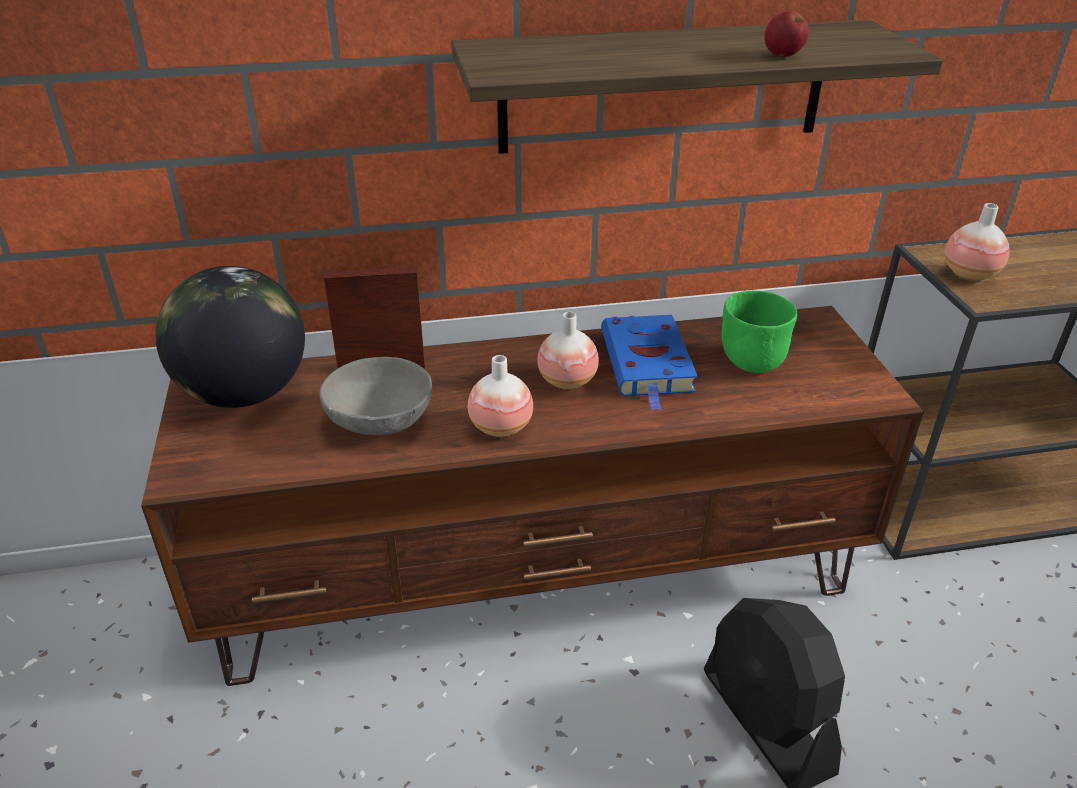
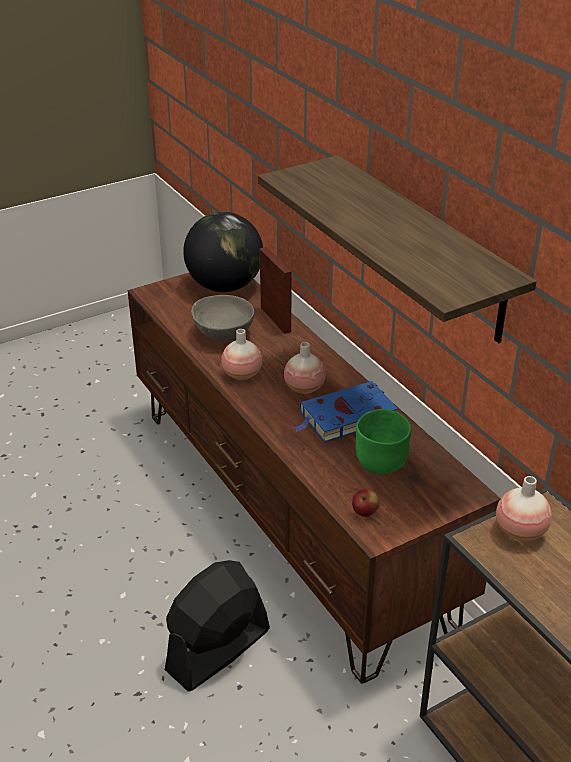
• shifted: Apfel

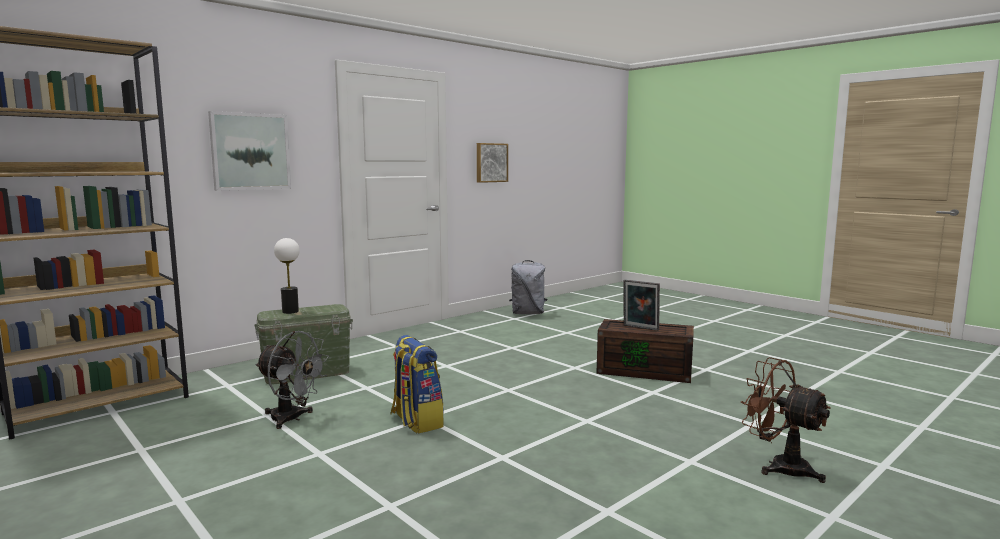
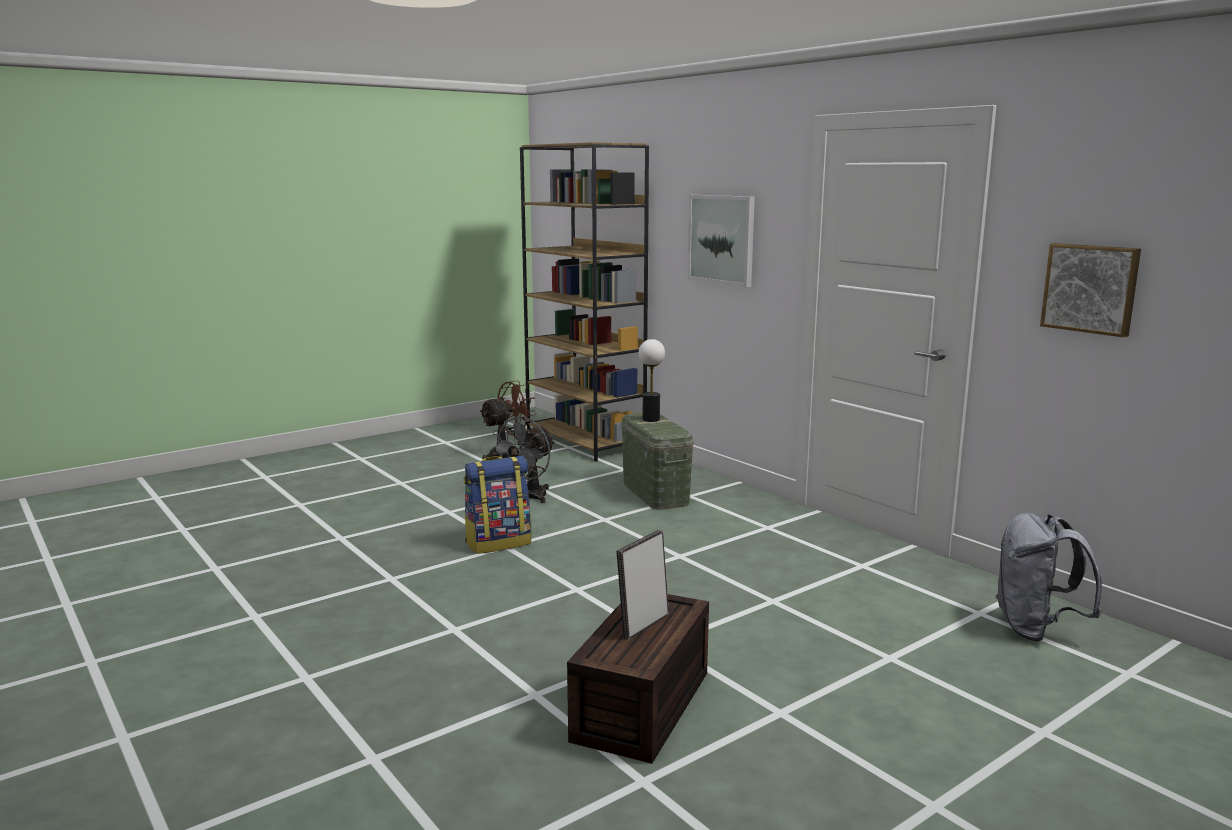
• shifted: Ventilator/braun

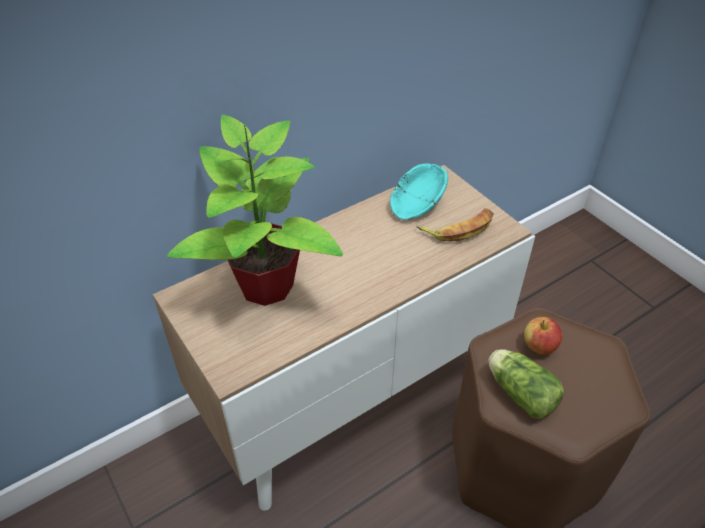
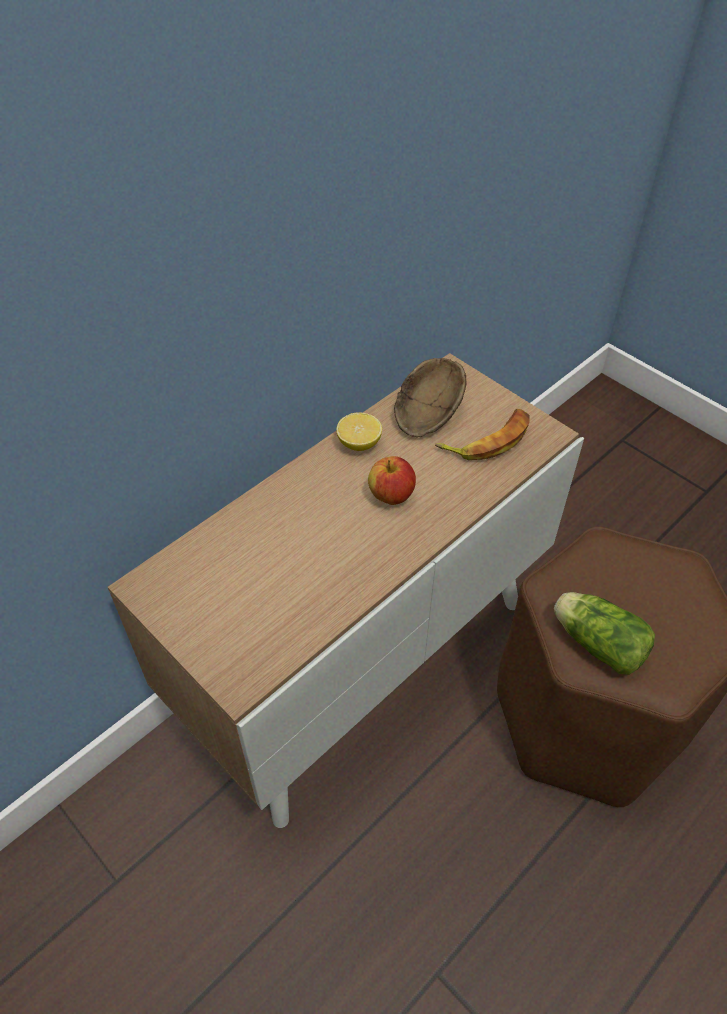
• new: Zitrone
• shifted: Apfel
• repainted: Schüssel/türkis to Schüssel/braun
• gone: Topfpflanze

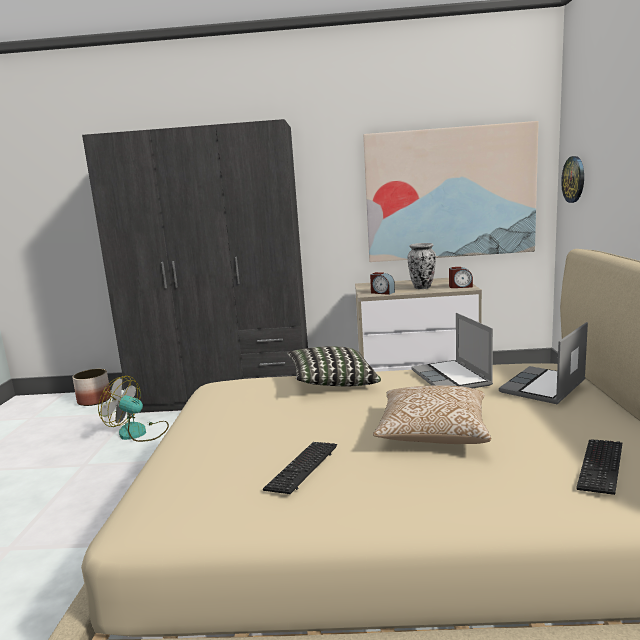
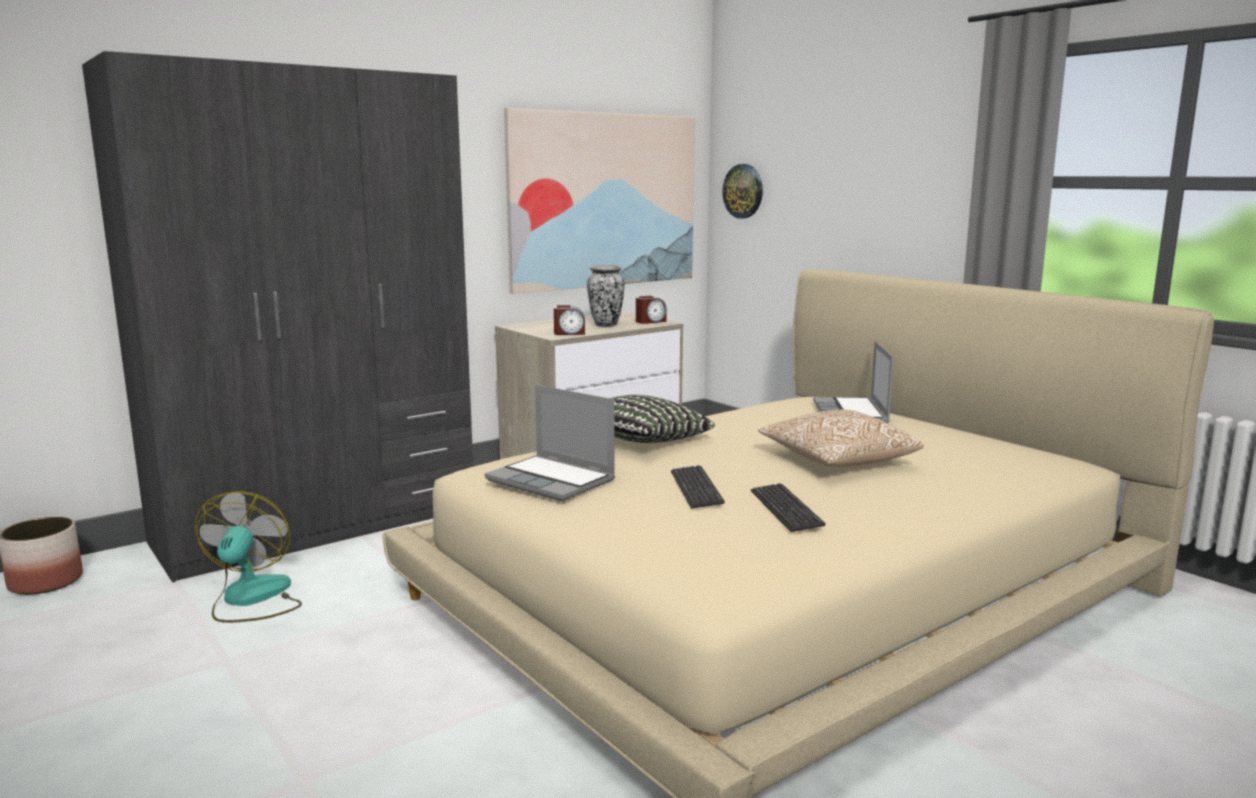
• rotated: Ventilator 105 degrees clockwise
• shifted: Laptop (no. 1 from left)
• shifted: Tastatur (no. 2 from left in the first image) to Tastatur (no. 1 from left)

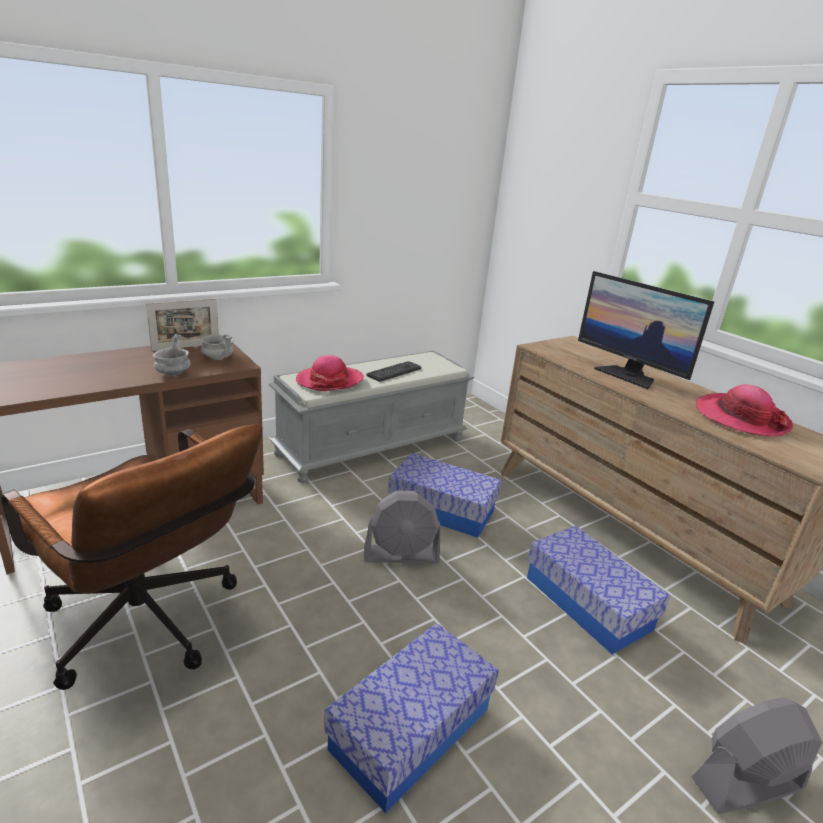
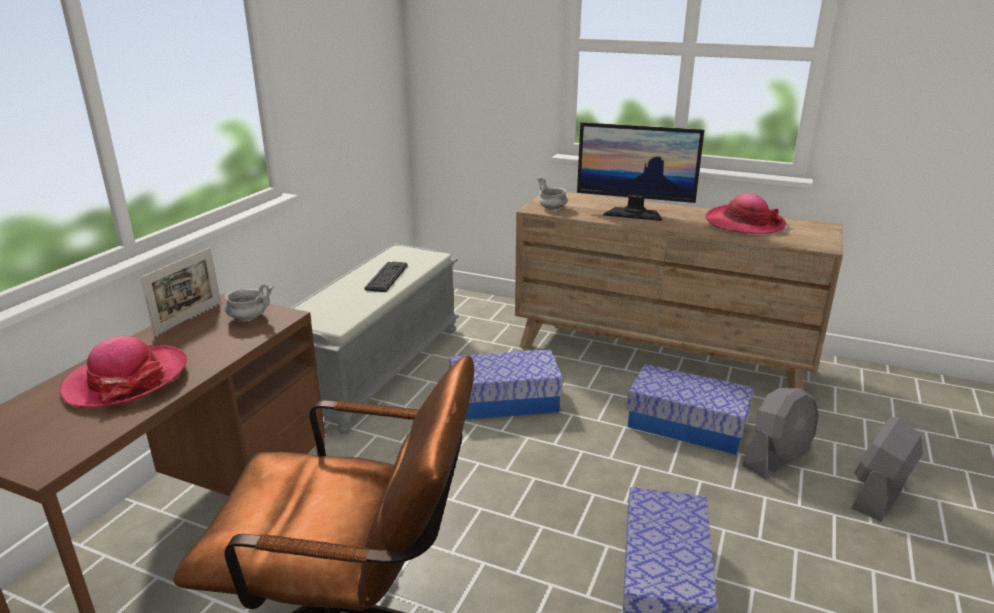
• shifted: Hut (no. 1 from left)
• shifted: Schüssel/grau (no. 1 from left in the first image) to Schüssel/grau (no. 2 from left)
• shifted: Ventilator/grau (no. 1 from left)

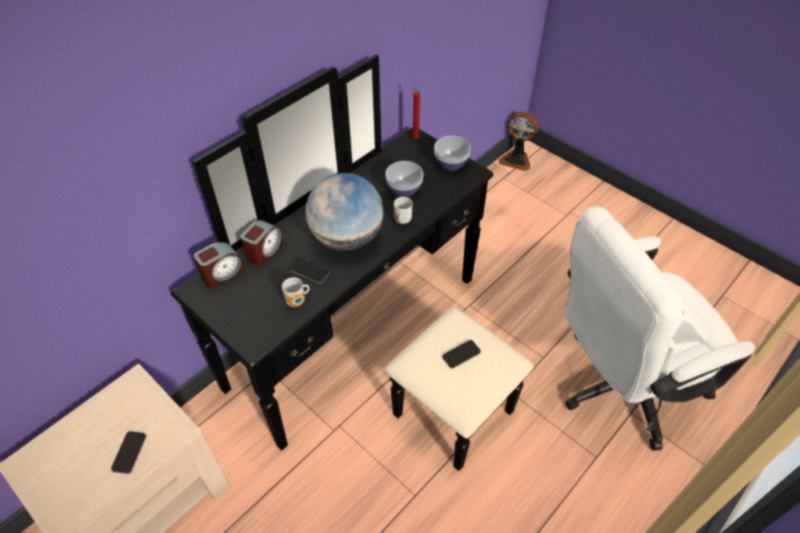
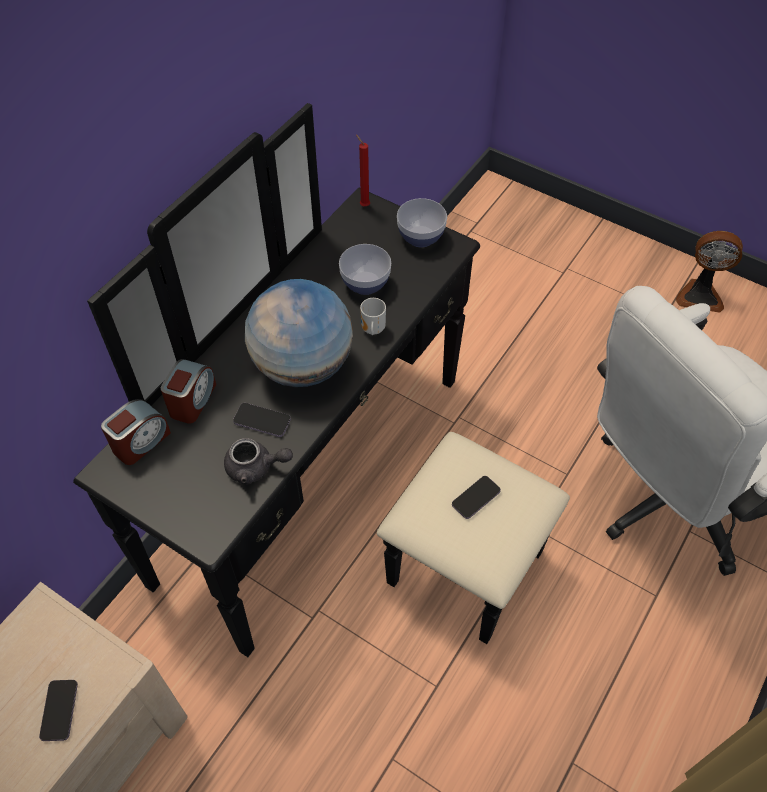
• swapped: Henkelbecher (no. 1 from left) to Teekanne/grau
• shifted: Ventilator

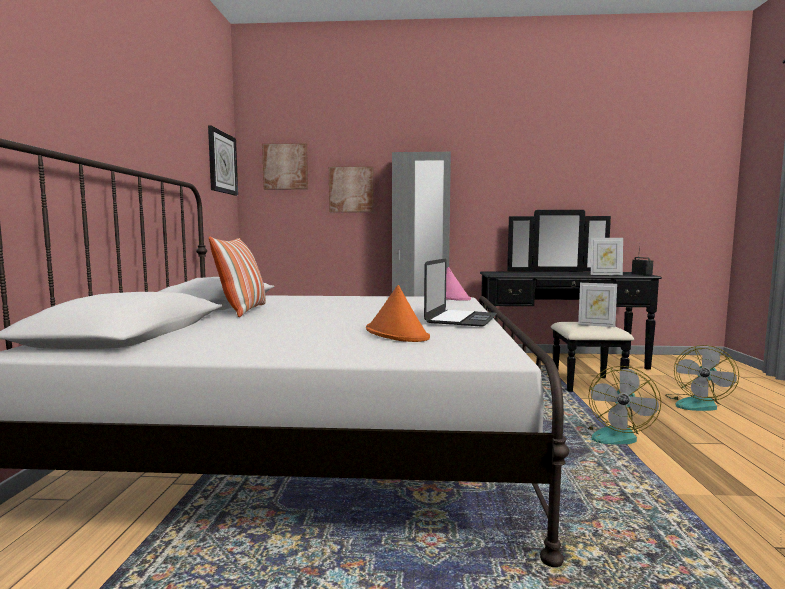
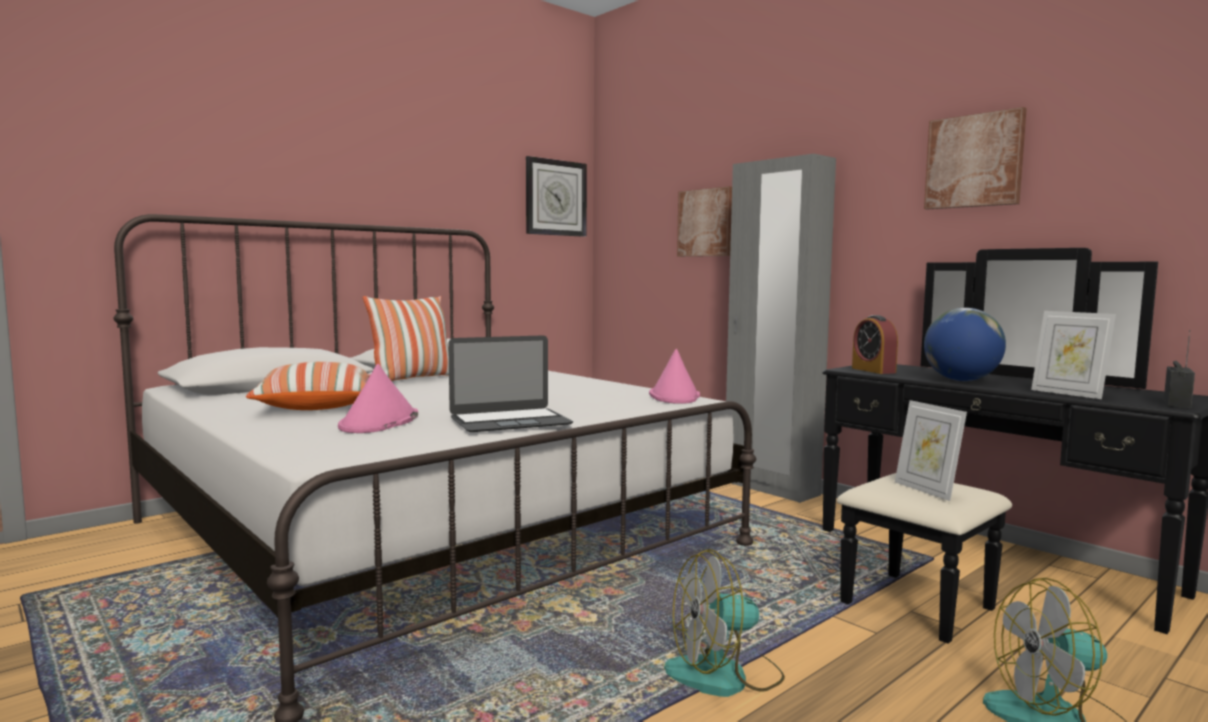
• new: Kissen (no. 1 from left)
• repainted: Hut/orange to Hut/rosa (no. 1 from left)
• new: Wecker
• shifted: Bild (no. 1 from left in the first image) to Bild (no. 2 from left)
• new: Globus

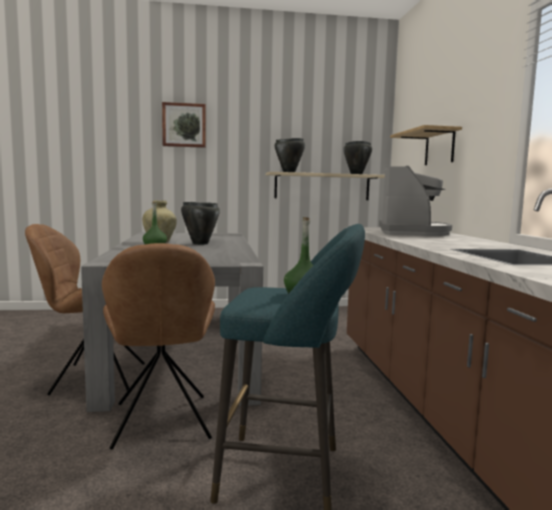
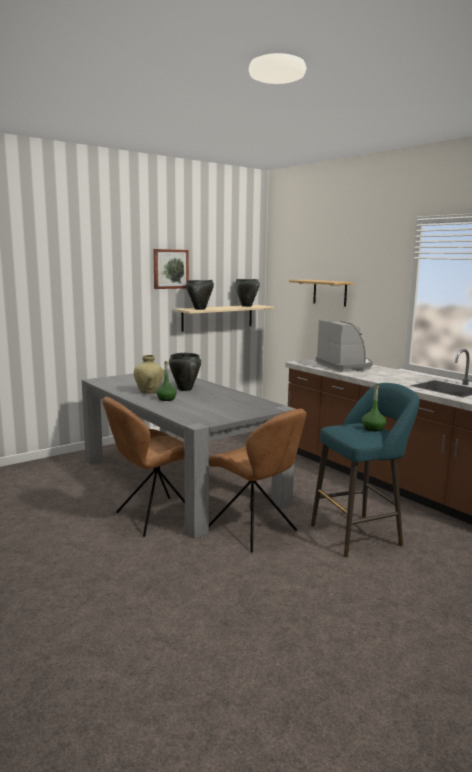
• shifted: Bild

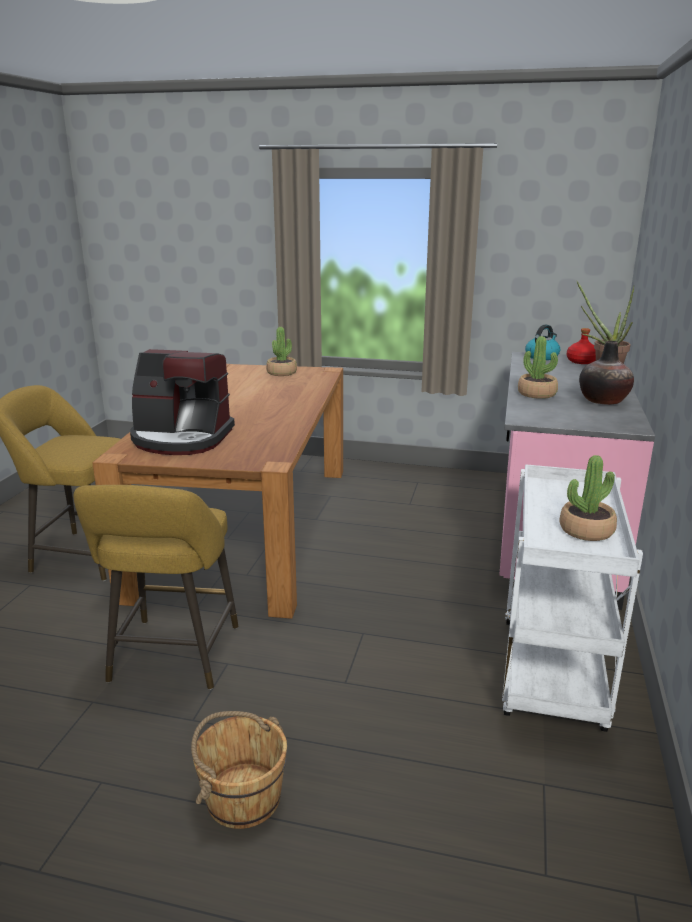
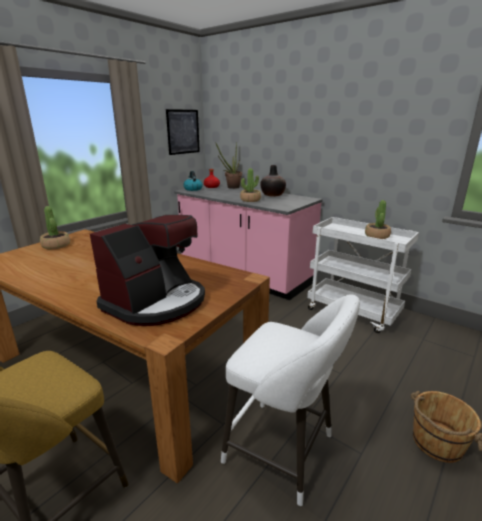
• new: Bild
• repainted: Hocker/gelb (no. 2 from left) to Hocker/weiß

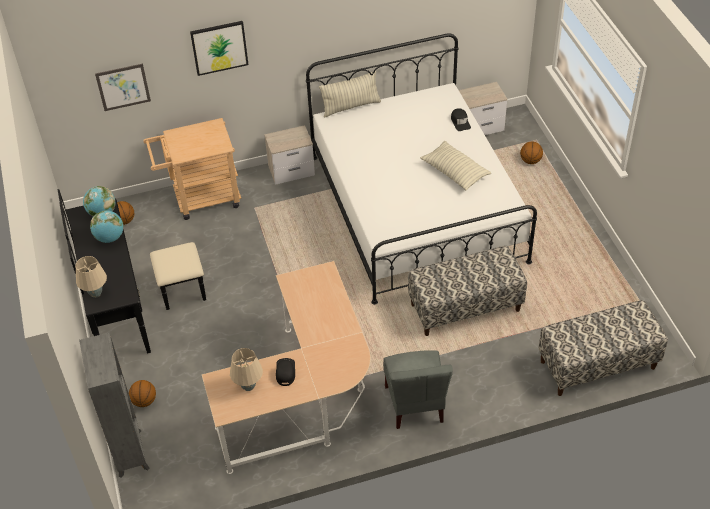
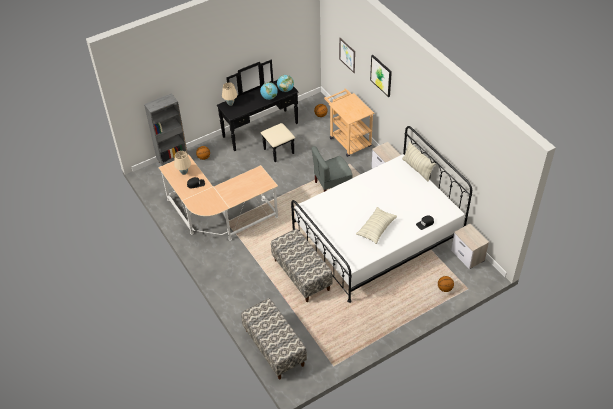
• shifted: Stuhl/grau

